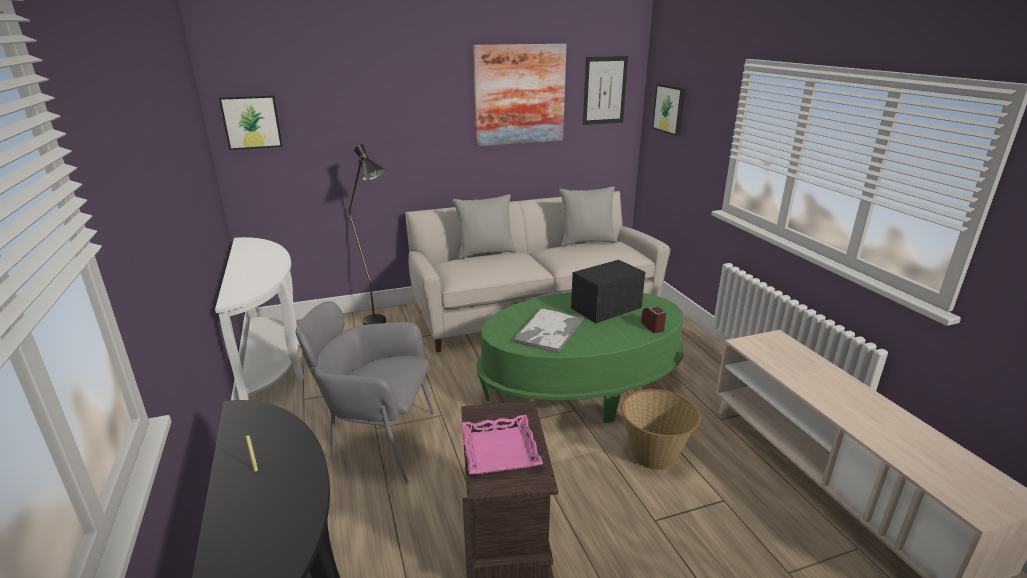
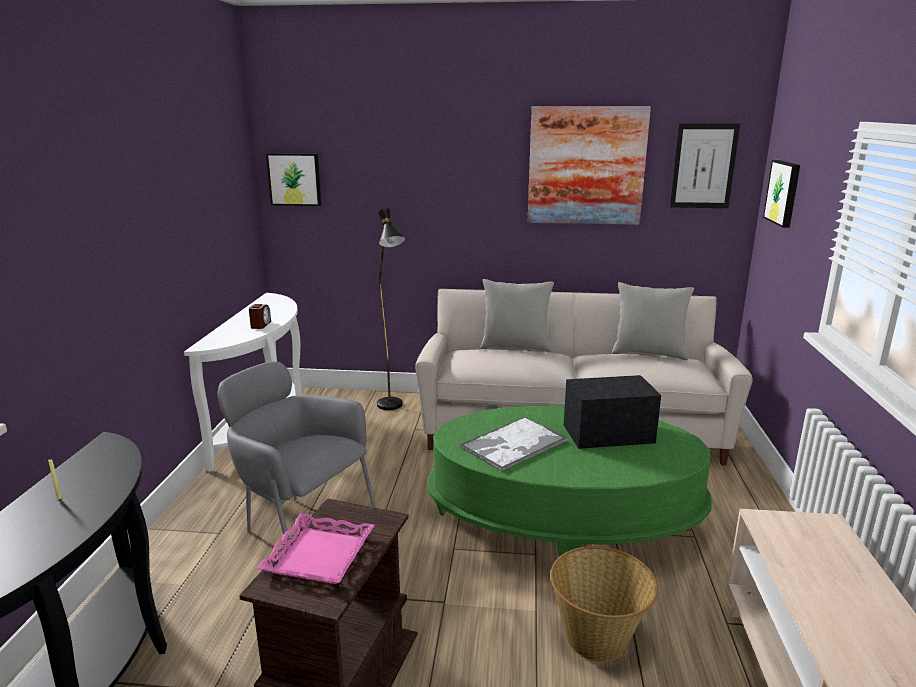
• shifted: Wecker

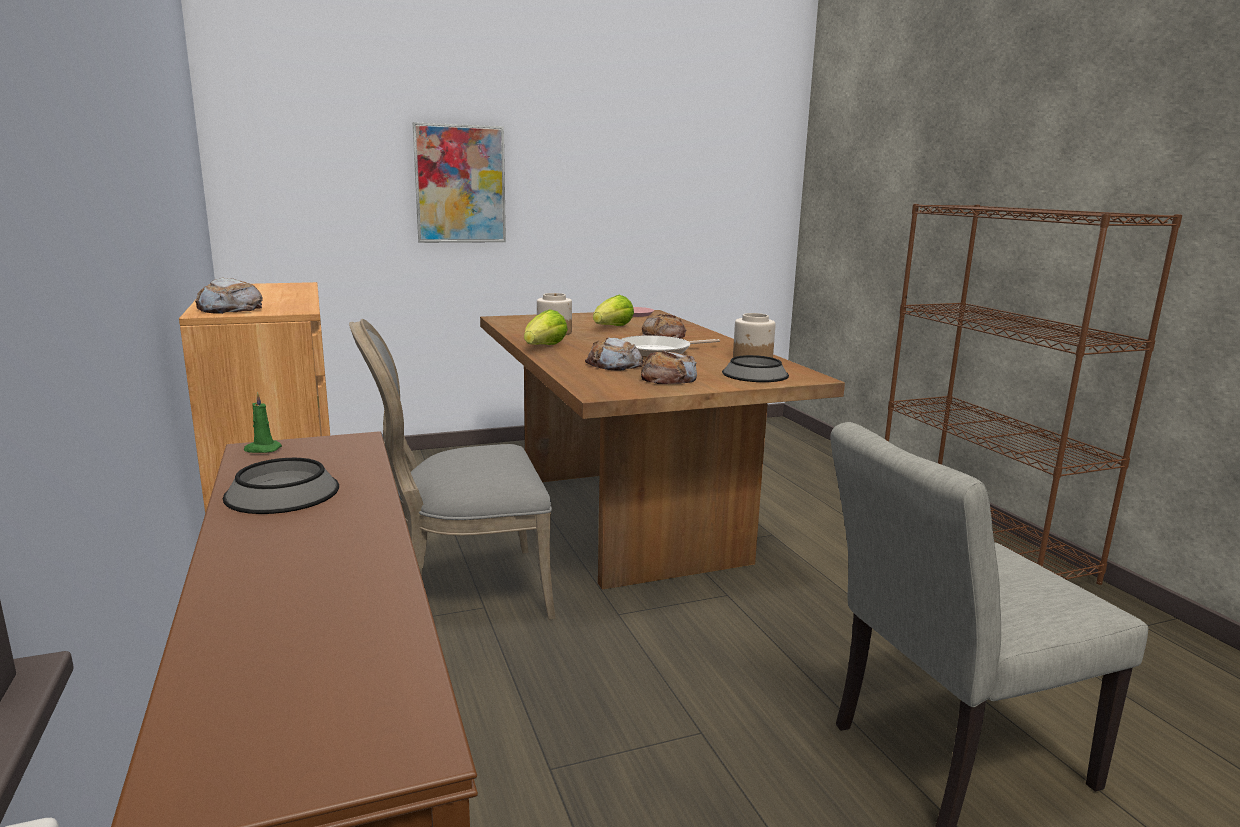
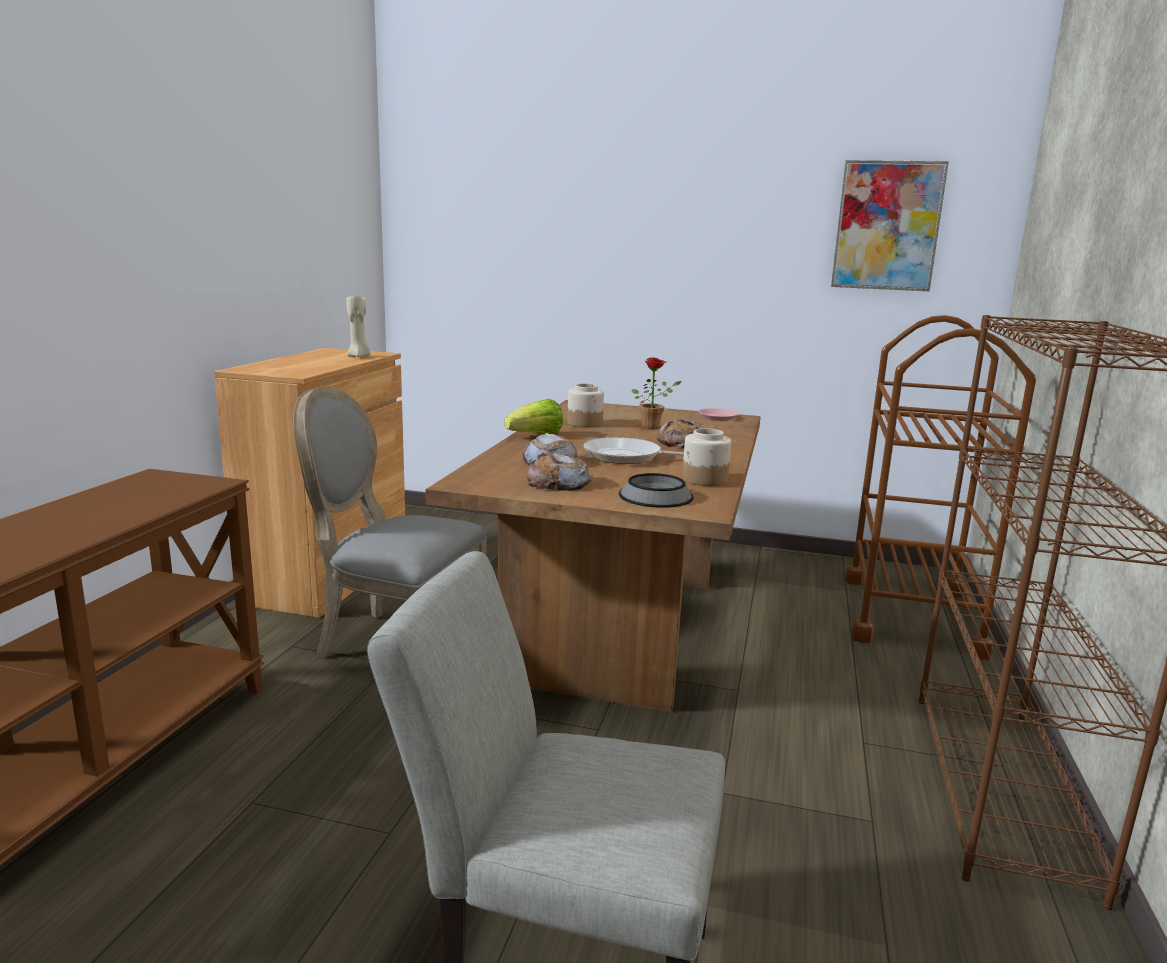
• new: Kerze/beige
• swapped: Salatkopf (no. 2 from left) to Topfpflanze
• shifted: Bild
• new: Rollwagen/braun
• gone: Brot (no. 1 from left)
• gone: Schüssel (no. 1 from left)
• gone: Kerze/grün

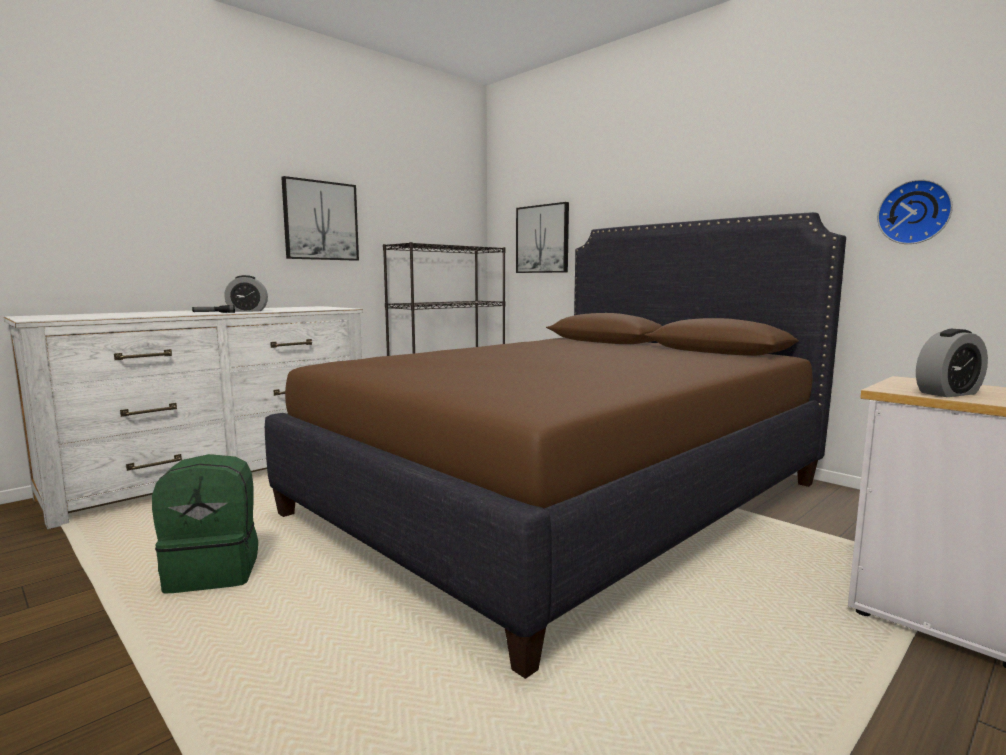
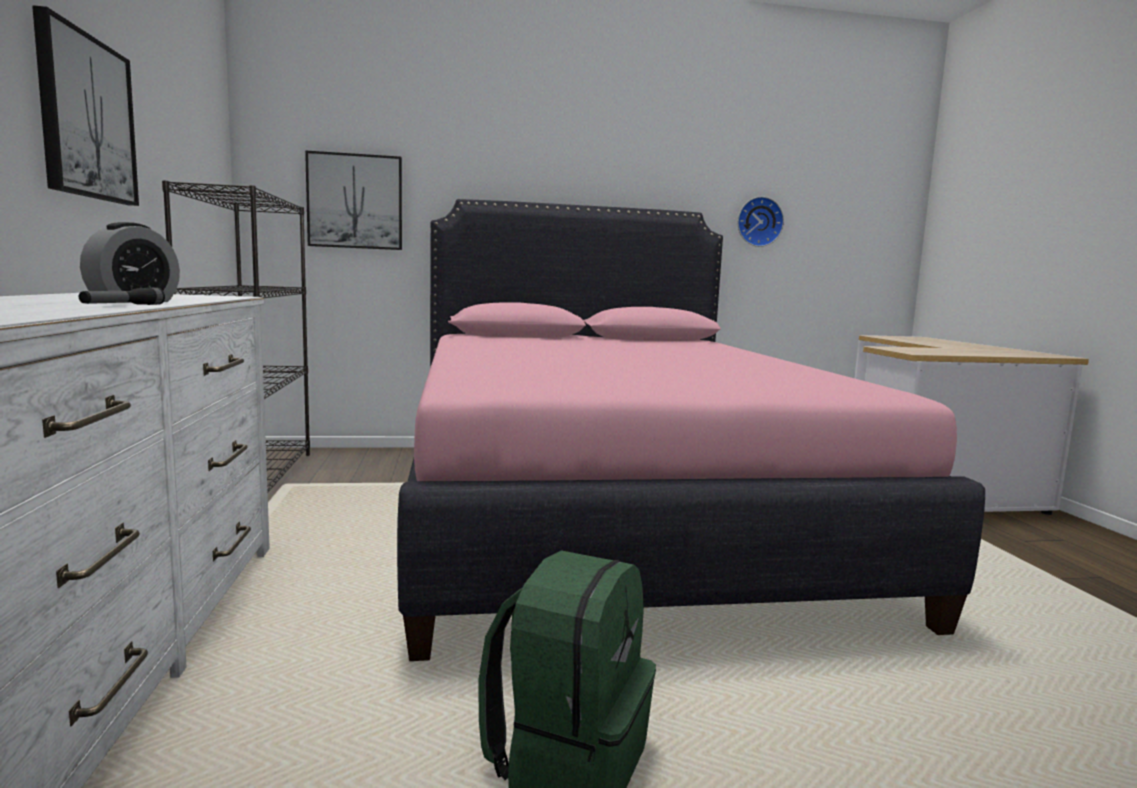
• repainted: Bett/braun to Bett/rosa
• gone: Wecker (no. 2 from left)

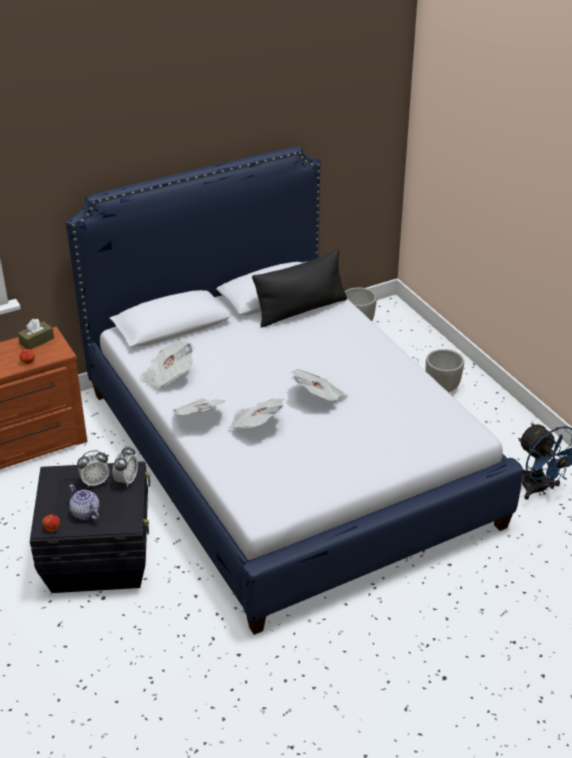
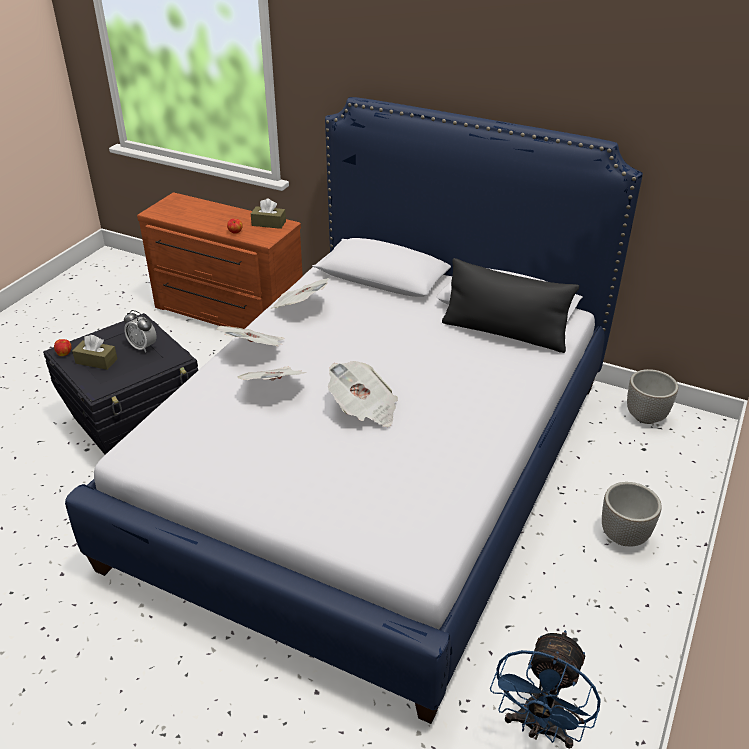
• swapped: Teekanne to Taschentuchbox/braun (no. 1 from left)
• gone: Wecker (no. 2 from left)

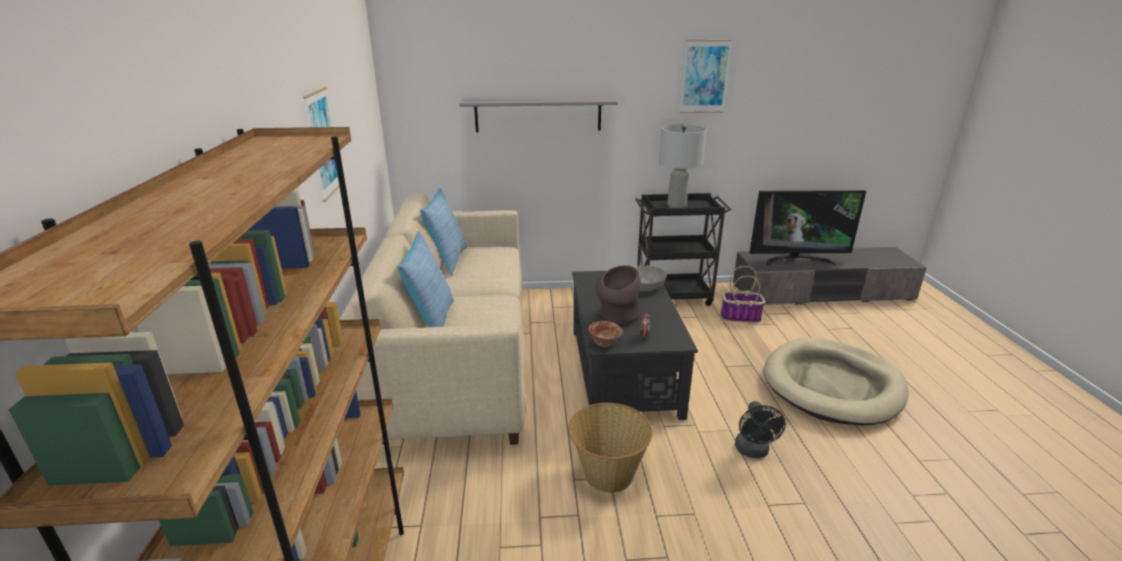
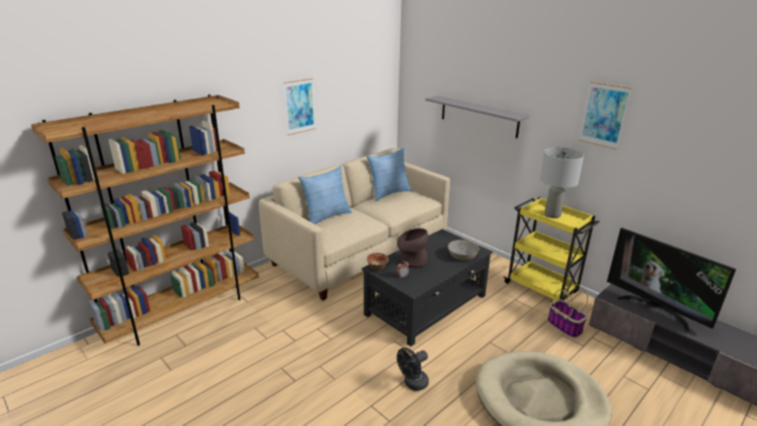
• repainted: Rollwagen/schwarz to Rollwagen/gelb
• gone: Korb (no. 1 from left)

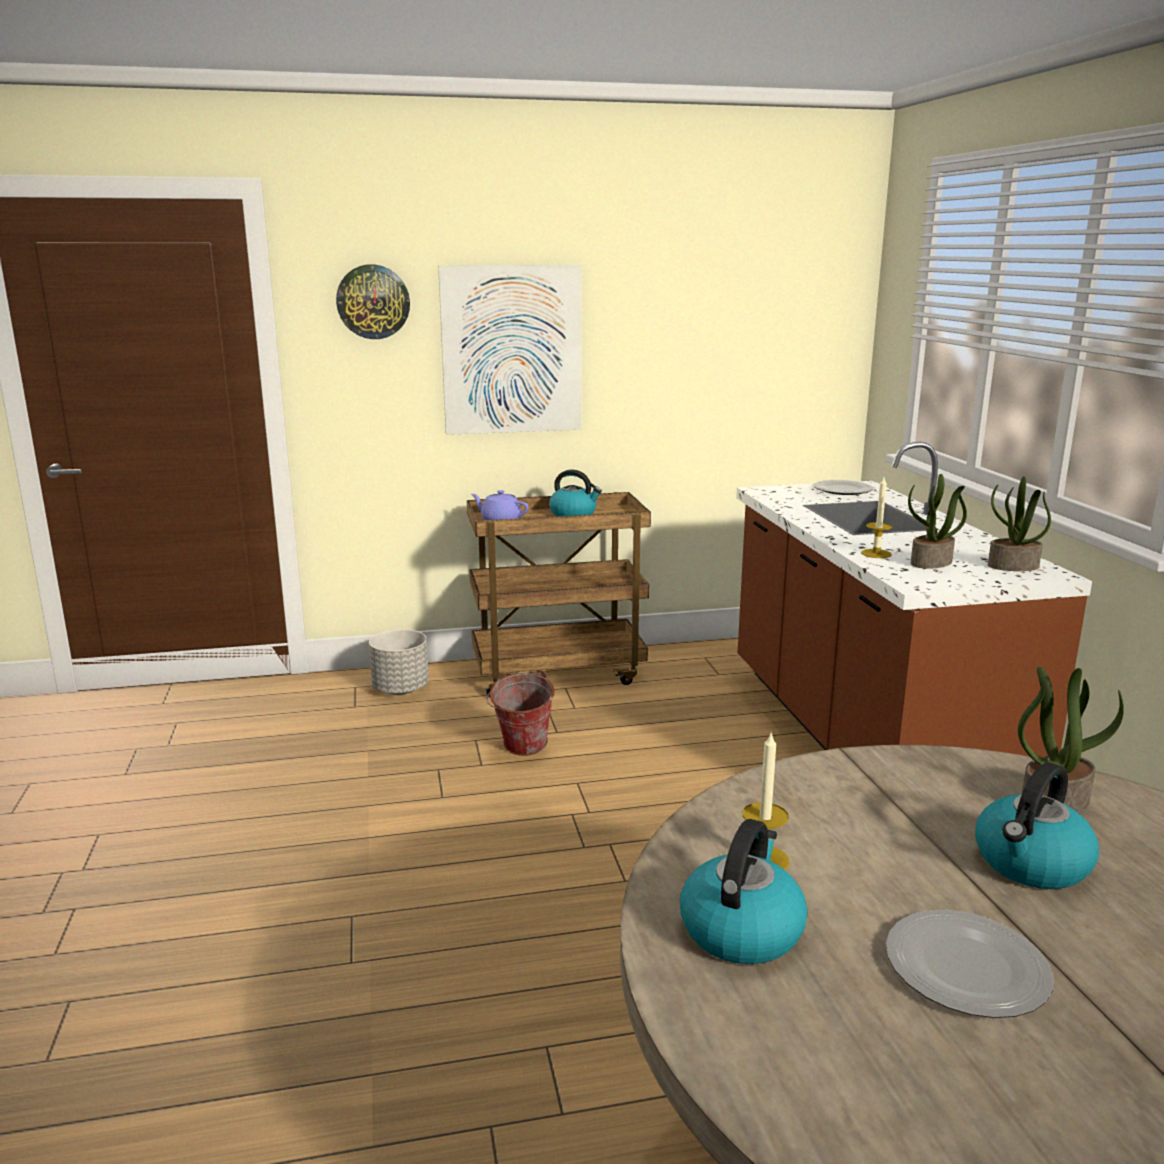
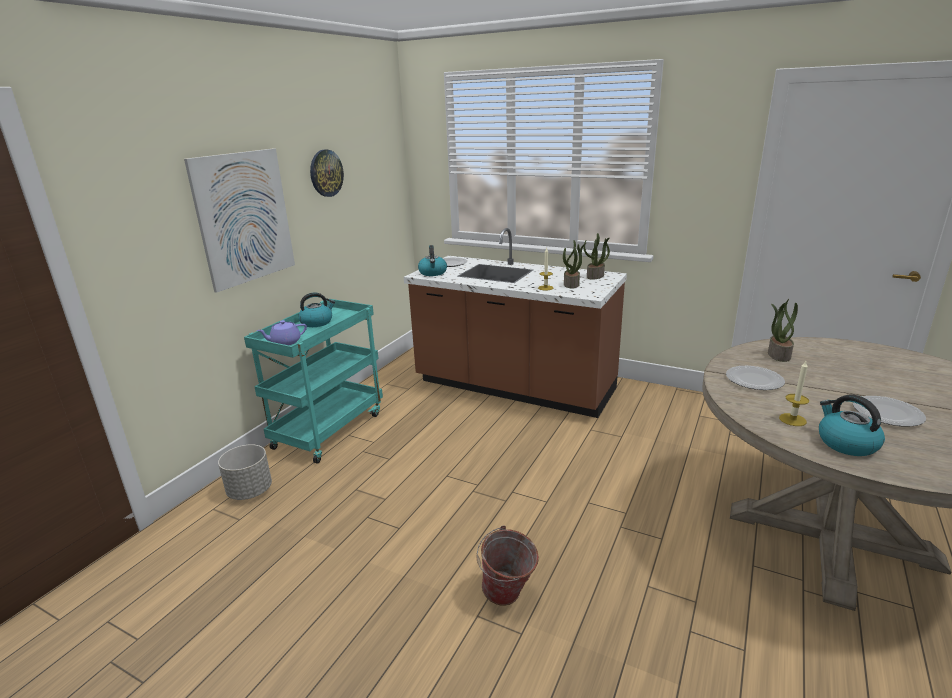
• repainted: Rollwagen/braun to Rollwagen/türkis
• shifted: Wanduhr
• shifted: Wasserkessel (no. 3 from left in the first image) to Wasserkessel (no. 2 from left)
• shifted: Eimer
• new: Teller (no. 2 from left)

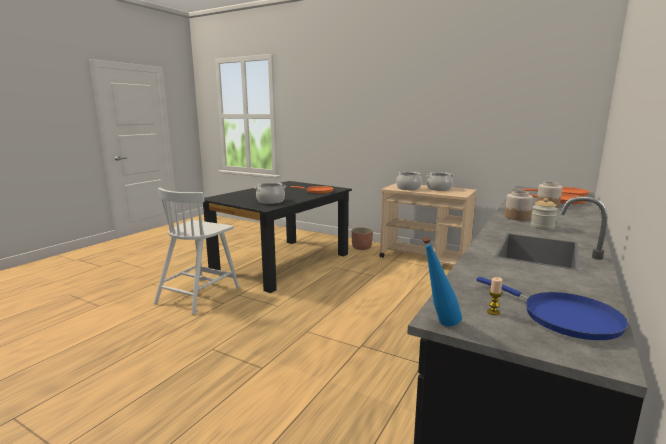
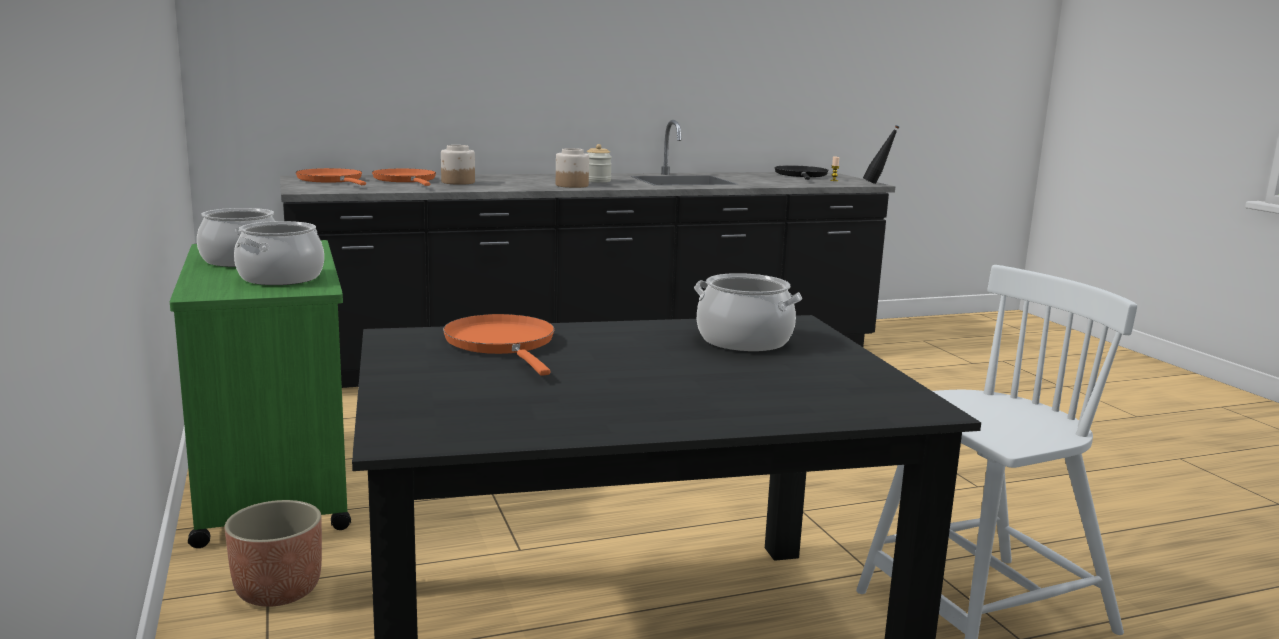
• repainted: Rollwagen/beige to Rollwagen/grün
• repainted: Pfanne/blau to Pfanne/schwarz
• repainted: Flasche/blau to Flasche/schwarz

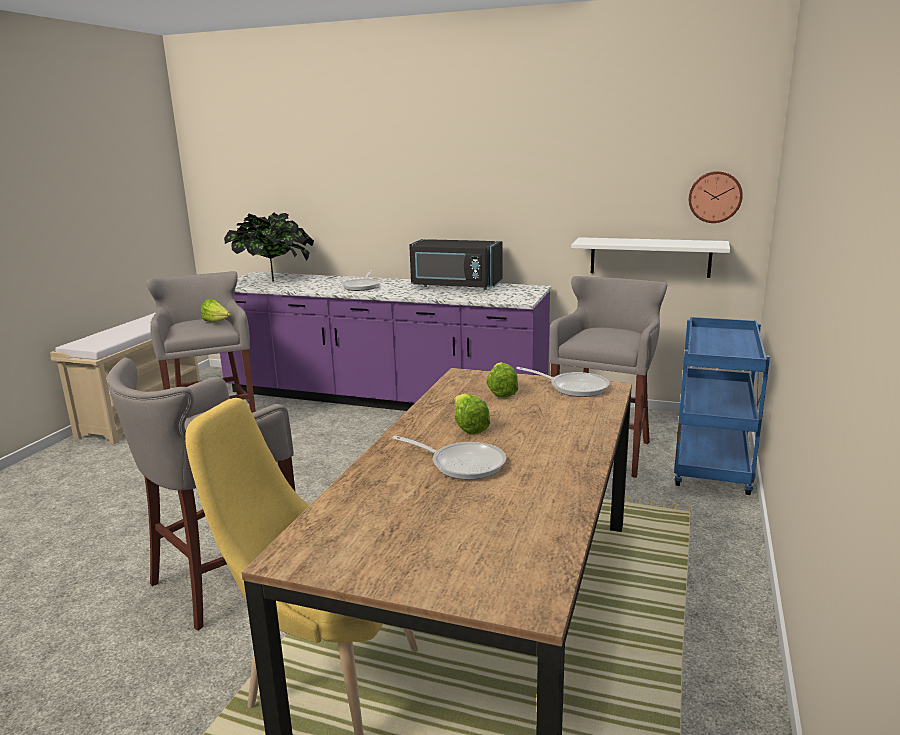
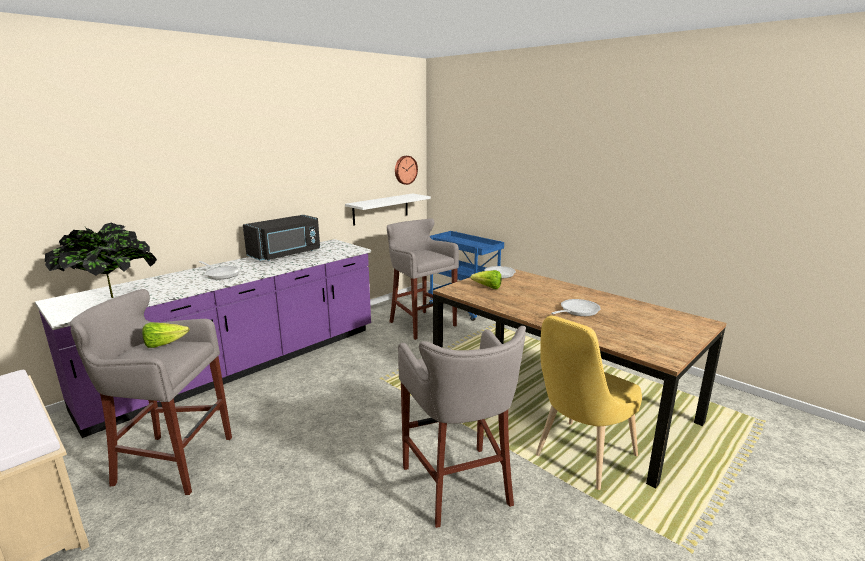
• gone: Salatkopf (no. 2 from left)

